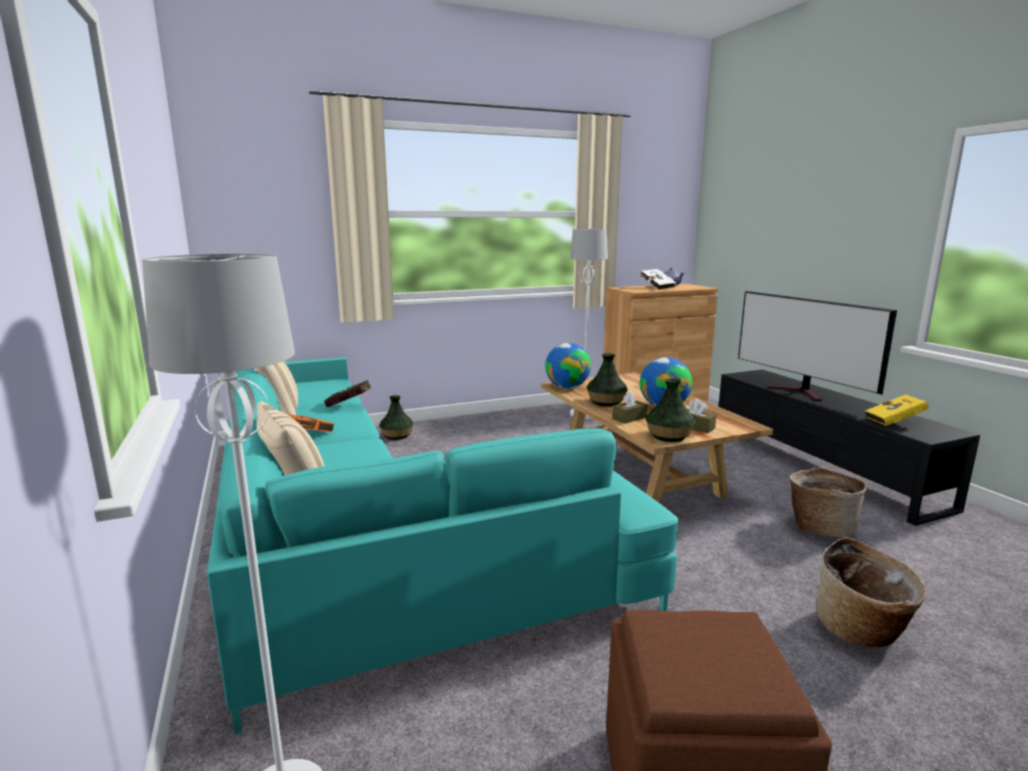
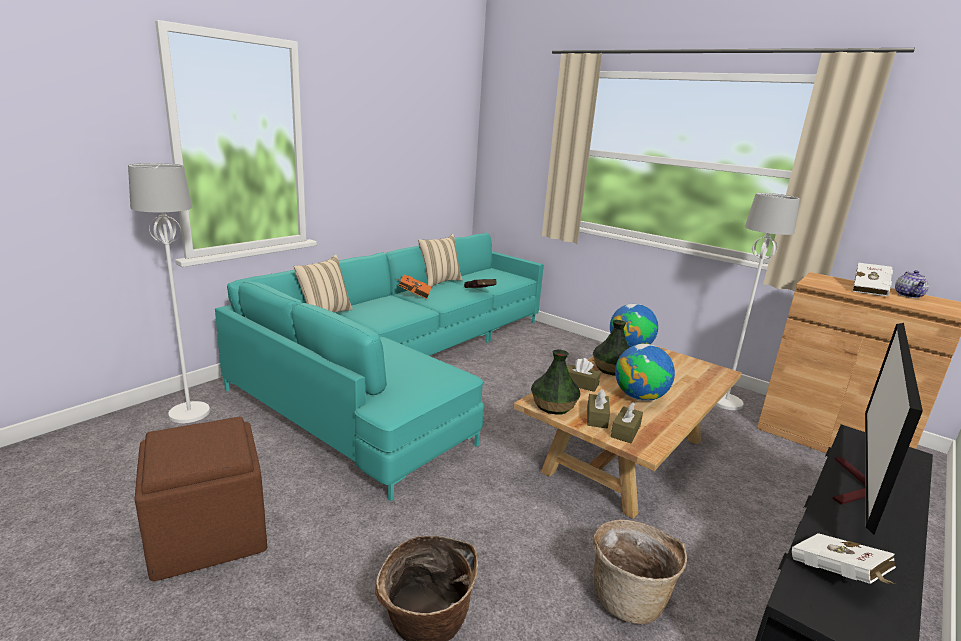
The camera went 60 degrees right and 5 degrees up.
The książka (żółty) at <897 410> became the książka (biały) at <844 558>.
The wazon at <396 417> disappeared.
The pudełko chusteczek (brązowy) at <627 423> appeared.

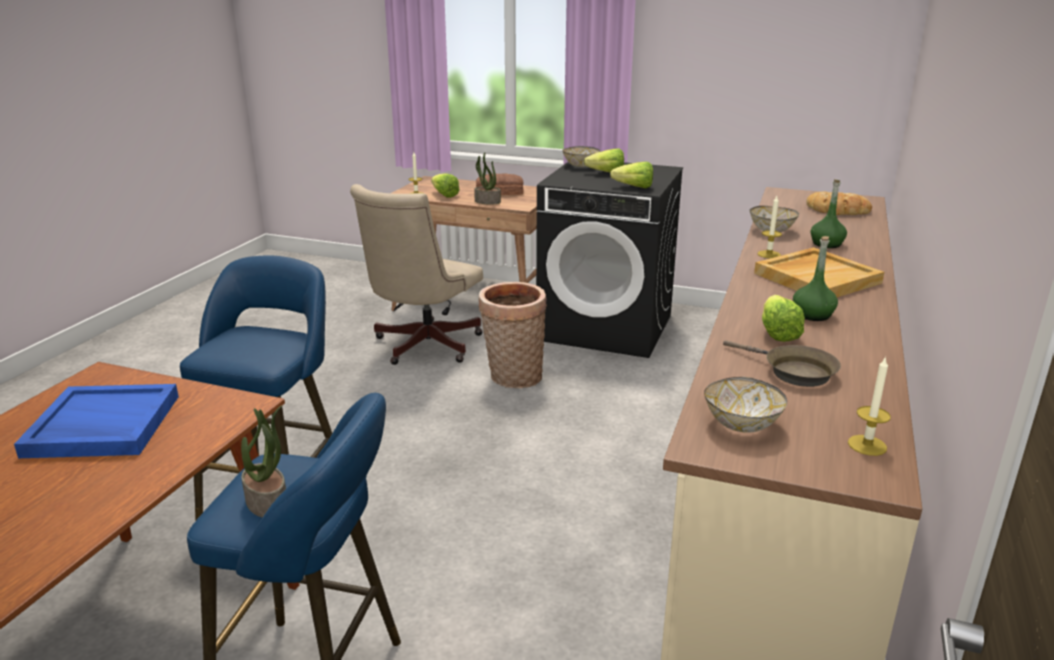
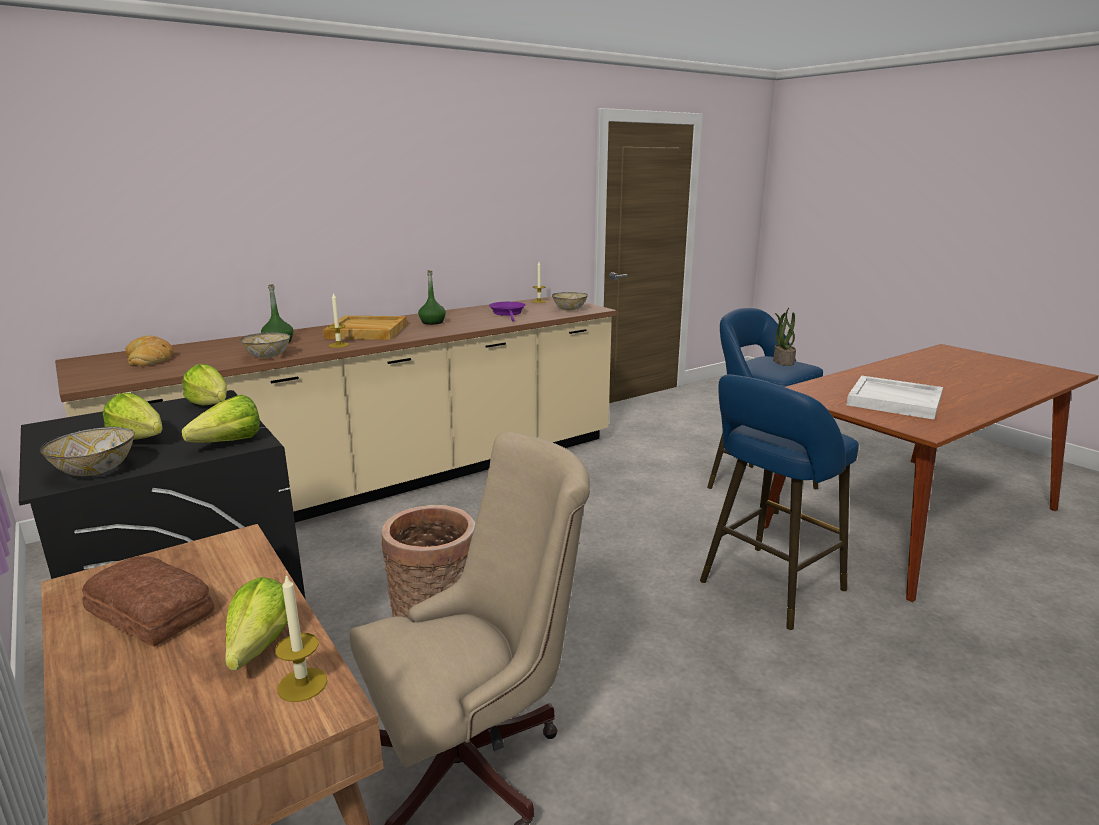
The camera went 145 degrees left and 5 degrees down.
The roślina doniczkowa at <487 179> disappeared.
The sałata moved from <783 318> to <221 419>.
The patelnia (brązowy) at <782 363> became the patelnia (fioletowy) at <507 312>.
The taca (niebieski) at <96 421> became the taca (biały) at <895 398>.

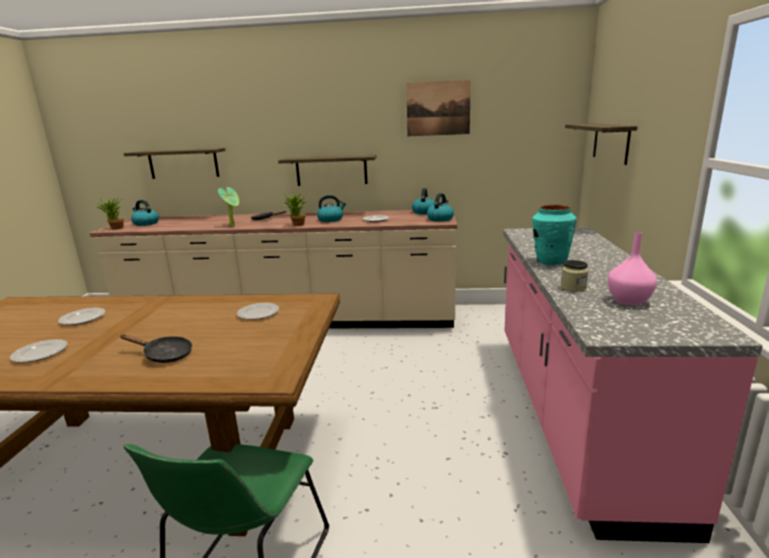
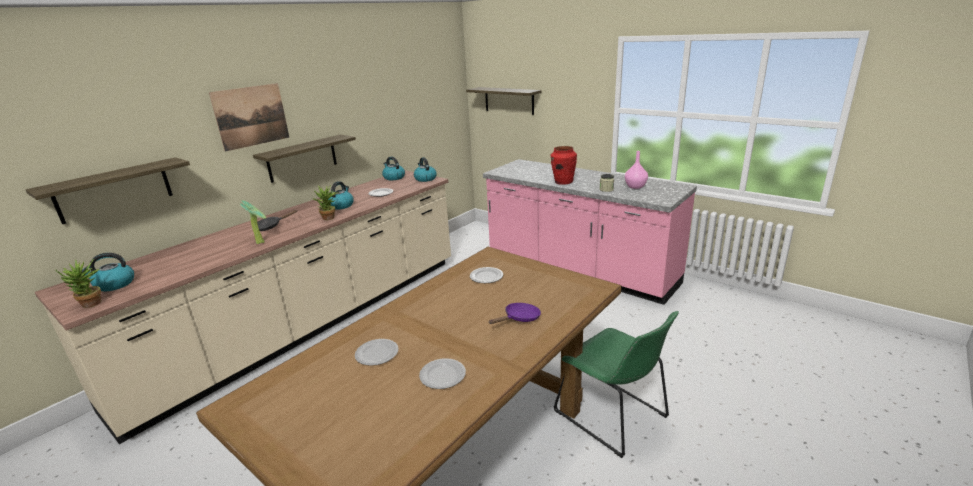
The camera went 55 degrees left and 5 degrees up.
The obraz moved from <438 108> to <249 117>.
The wazon (turkusowy) at <554 235> became the wazon (czerwony) at <564 165>.
The patelnia (czarny) at <156 348> became the patelnia (fioletowy) at <515 313>.

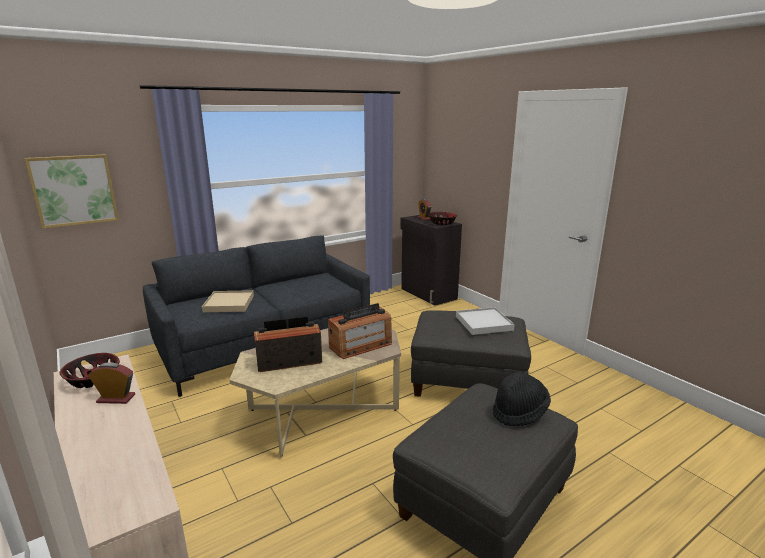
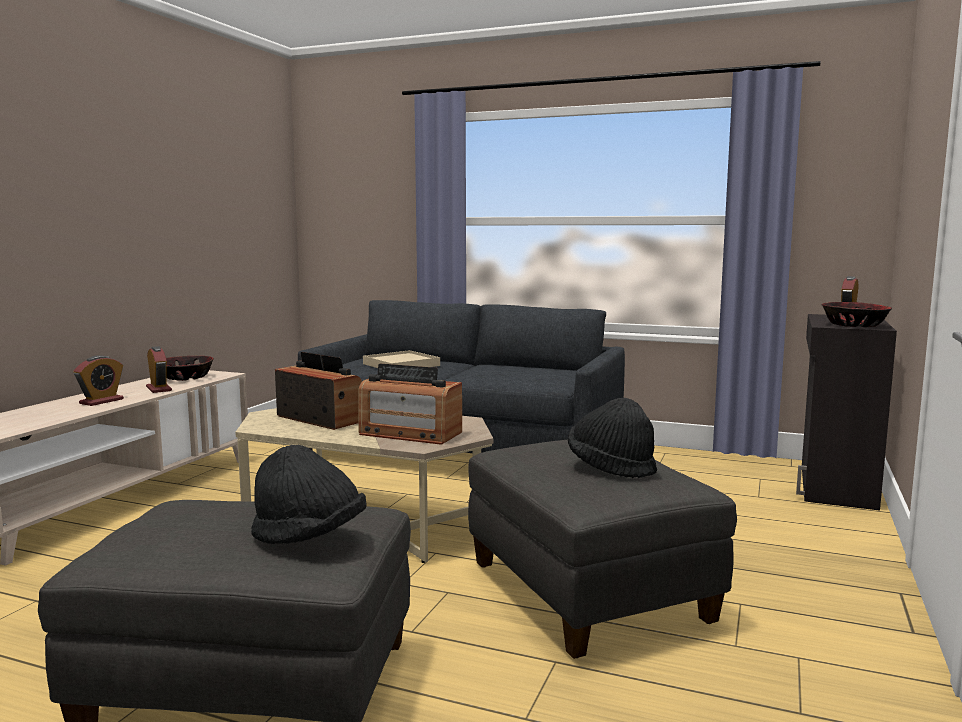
The camera went 55 degrees right and 10 degrees down.
The obraz at <72 191> disappeared.
The taca (biały) at <485 321> was replaced by the kapelusz (czarny) at <612 438>.
The budzik at <99 380> appeared.

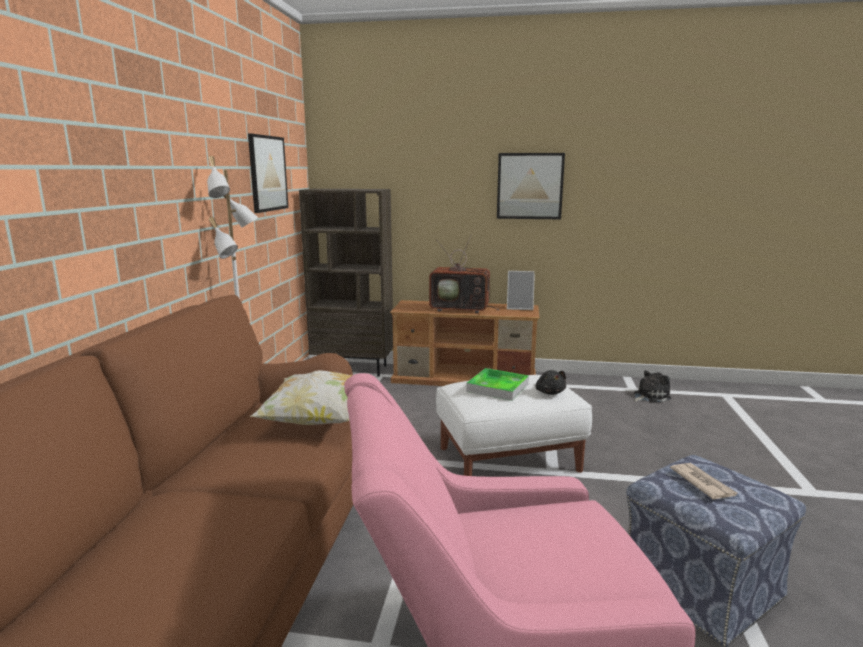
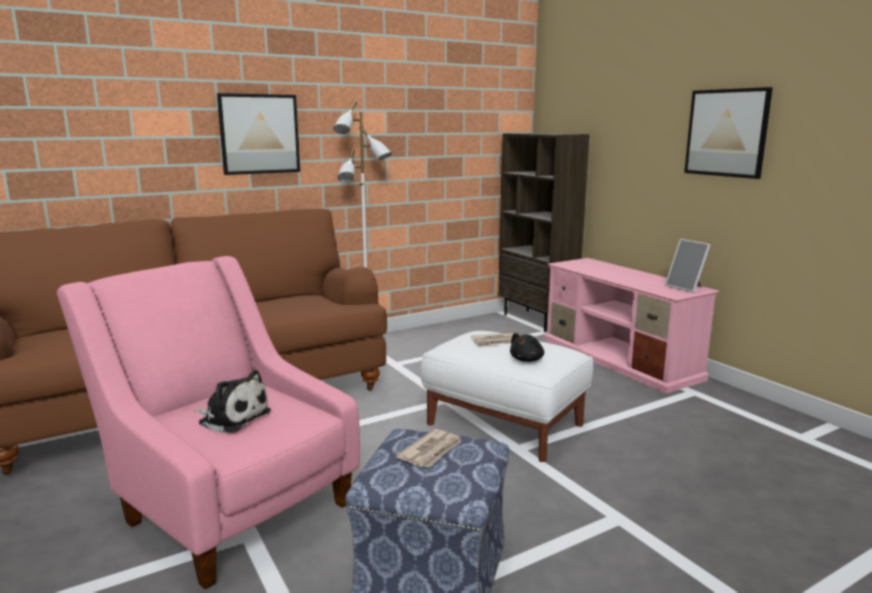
The camera went 50 degrees right and 0 degrees up.
The obraz moved from <268 173> to <258 134>.
The telewizor at <464 273> disappeared.
The szafka pod telewizor (brązowy) at <464 343> became the szafka pod telewizor (różowy) at <631 326>.
The taca at <497 384> was replaced by the gazeta at <492 339>.
The poduszka at <301 397> disappeared.
The pluszak moved from <652 386> to <233 401>.

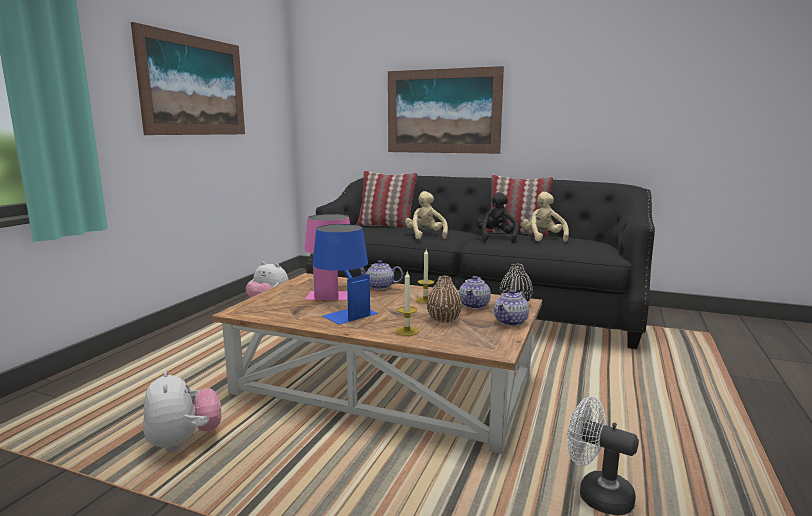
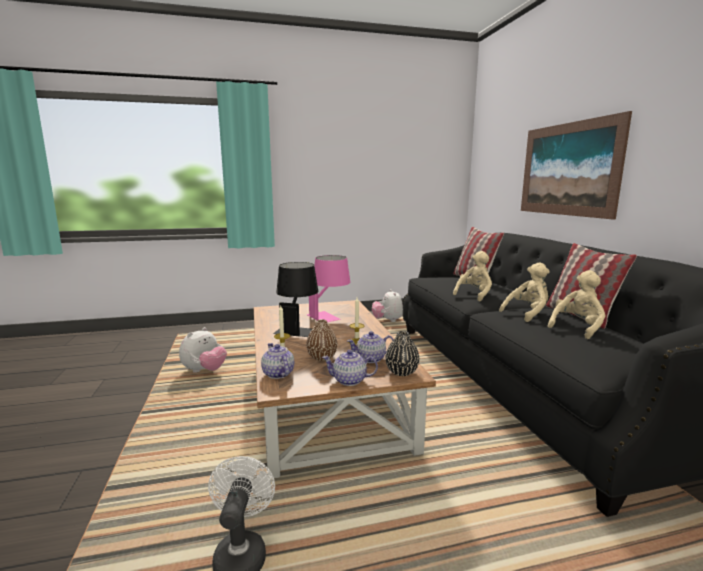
The camera went 55 degrees right and 0 degrees up.
The obraz at <188 78> disappeared.
The pluszak (czarny) at <498 217> became the pluszak (beżowy) at <524 292>.
The lampa stołowa (niebieski) at <345 274> became the lampa stołowa (czarny) at <295 299>.
The imbryk moved from <381 275> to <277 361>.

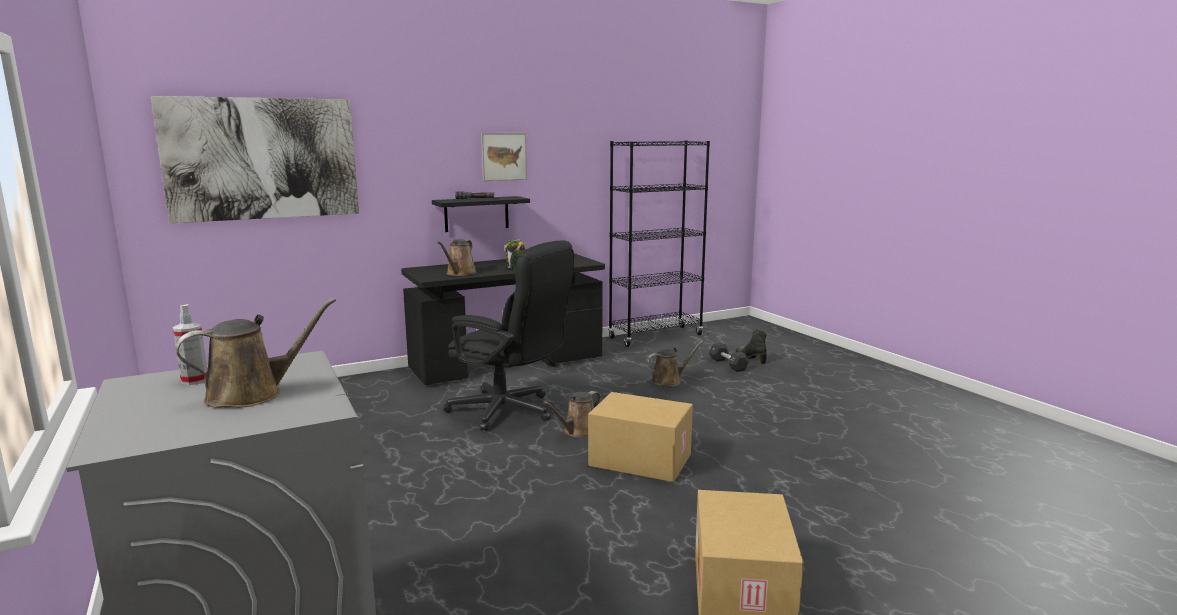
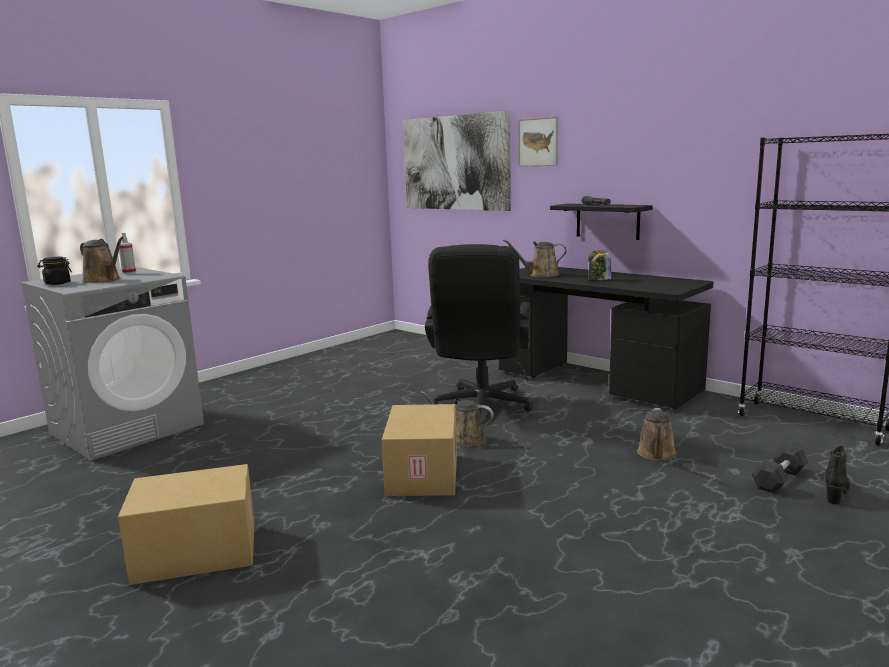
The camera went 70 degrees right and 0 degrees up.
The obraz moved from <504 157> to <538 141>.
The konewka (brązowy) at <674 363> turned 60 degrees clockwise.
The słoik (czarny) at <54 271> appeared.

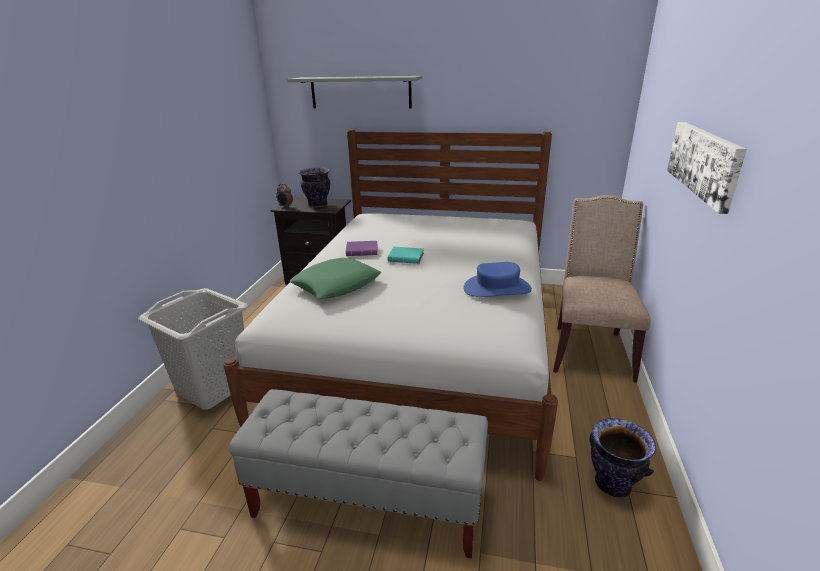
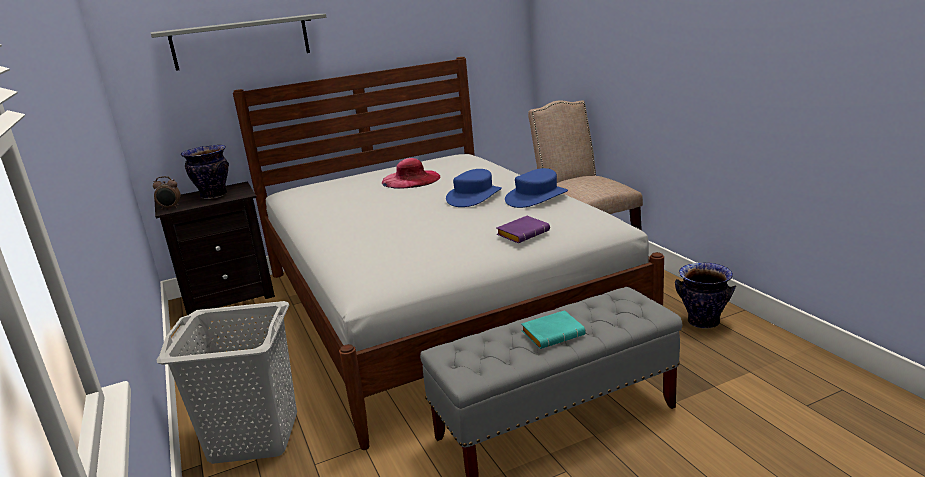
The camera went 35 degrees left and 5 degrees down.
The obraz at <707 168> disappeared.
The książka (fioletowy) moved from <361 248> to <523 229>.
The książka (turkusowy) moved from <406 255> to <553 329>.
The poduszka (zielony) at <335 278> disappeared.
The kapelusz (różowy) at <411 173> appeared.
The kapelusz (niebieski) at <474 188> appeared.

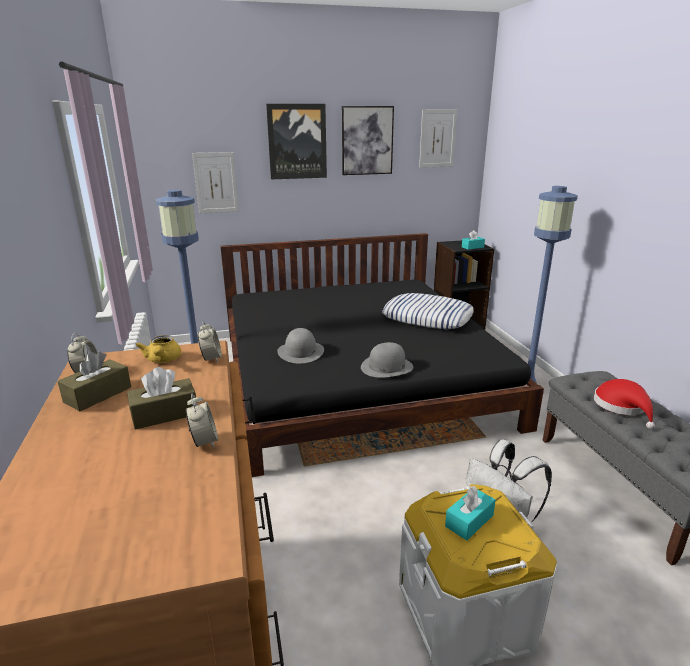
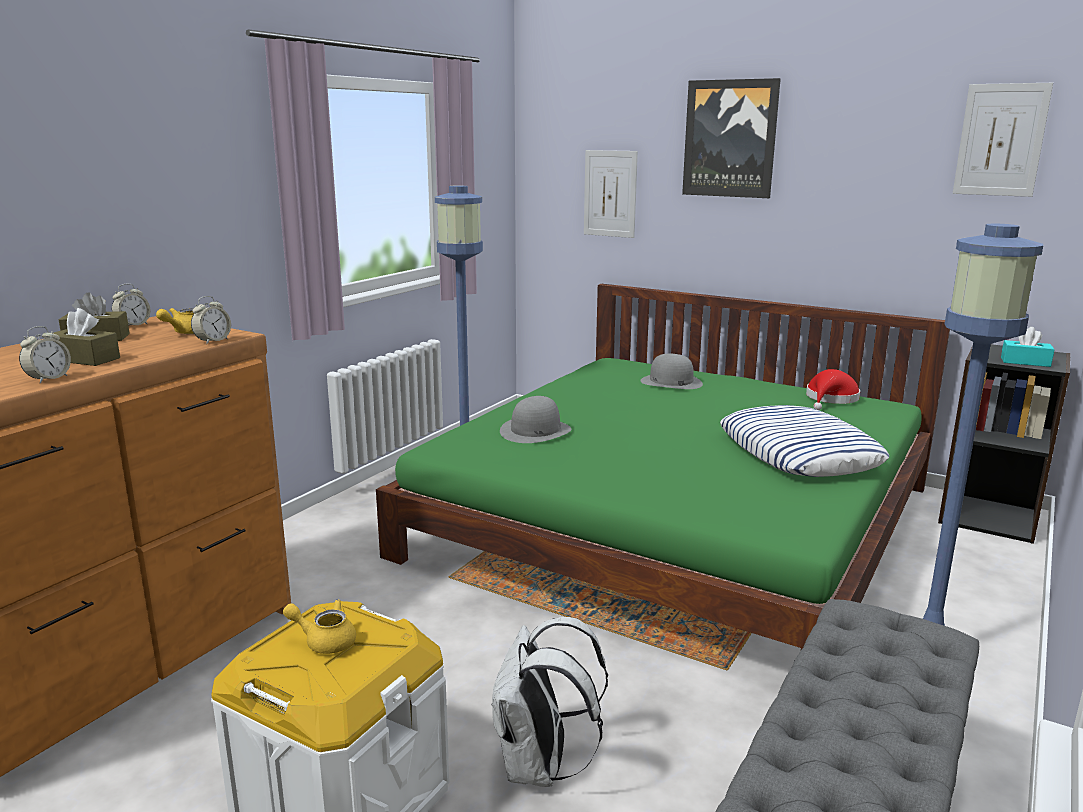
The camera went 45 degrees right and 5 degrees down.
The obraz at <368 140> disappeared.
The łóżko (czarny) at <382 355> became the łóżko (zielony) at <663 467>.
The kapelusz (szary) moved from <387 360> to <671 371>.
The kapelusz (czerwony) moved from <624 404> to <833 389>.
The pudełko chusteczek (turkusowy) at <470 513> was replaced by the imbryk (żółty) at <319 627>.

